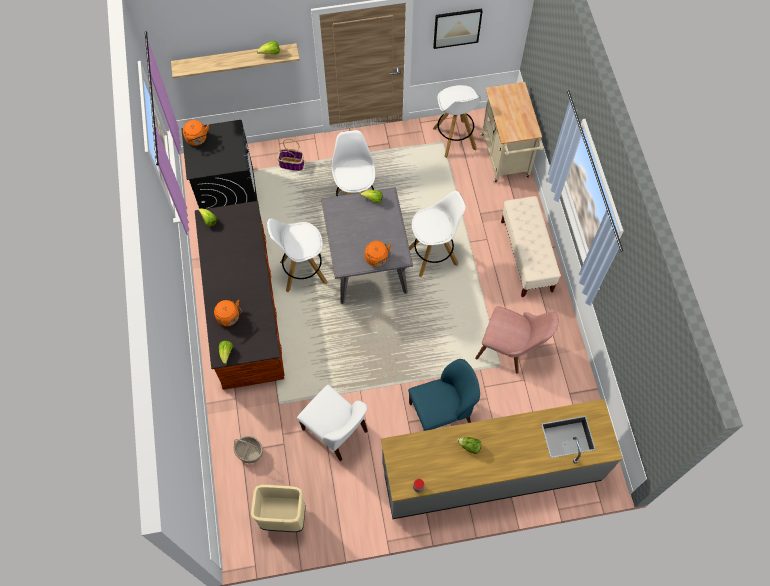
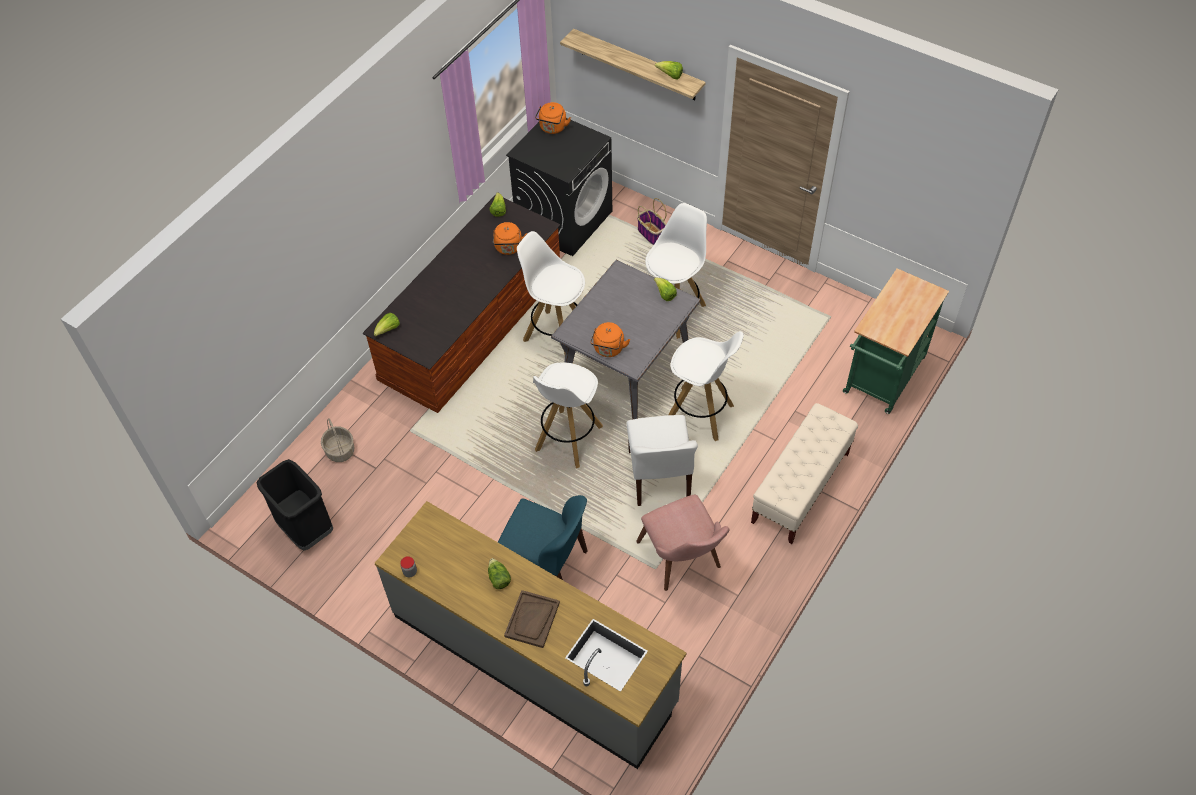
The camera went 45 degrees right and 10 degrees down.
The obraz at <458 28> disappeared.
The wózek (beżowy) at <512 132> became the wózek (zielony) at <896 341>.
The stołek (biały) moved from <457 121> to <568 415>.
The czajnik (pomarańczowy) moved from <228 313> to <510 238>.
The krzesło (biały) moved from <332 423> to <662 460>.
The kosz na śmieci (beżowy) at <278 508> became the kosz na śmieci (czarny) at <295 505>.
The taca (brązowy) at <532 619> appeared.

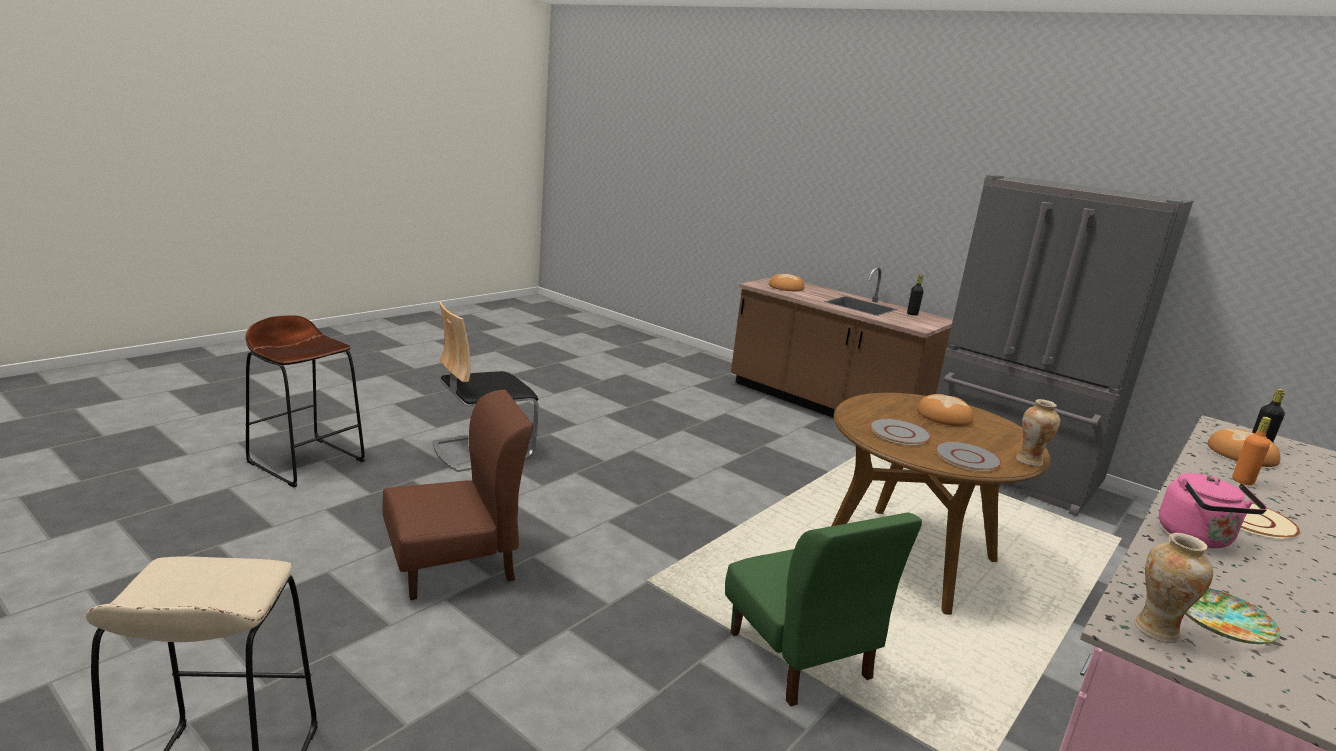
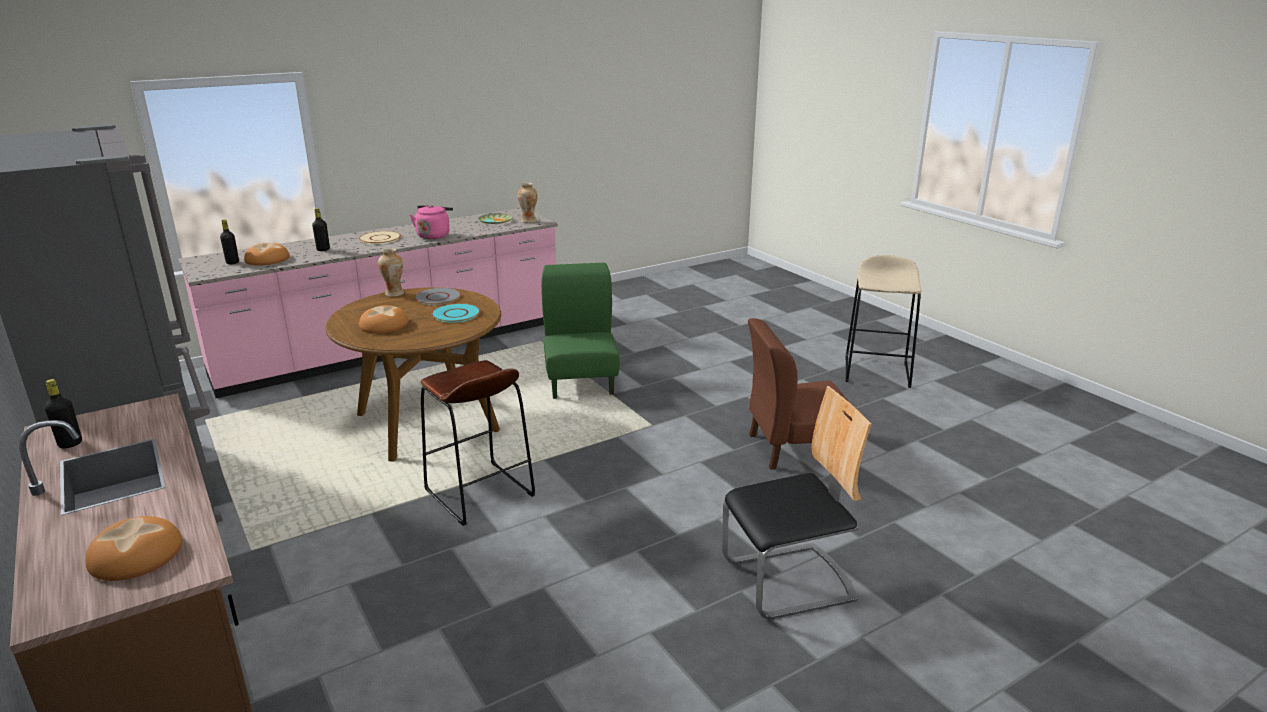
The camera went 160 degrees left and 5 degrees up.
The stołek (brązowy) moved from <305 401> to <478 443>.
The butelka (pomarańczowy) at <1251 451> became the butelka (czarny) at <321 229>.
The talerz (szary) at <900 431> became the talerz (turkusowy) at <455 313>.

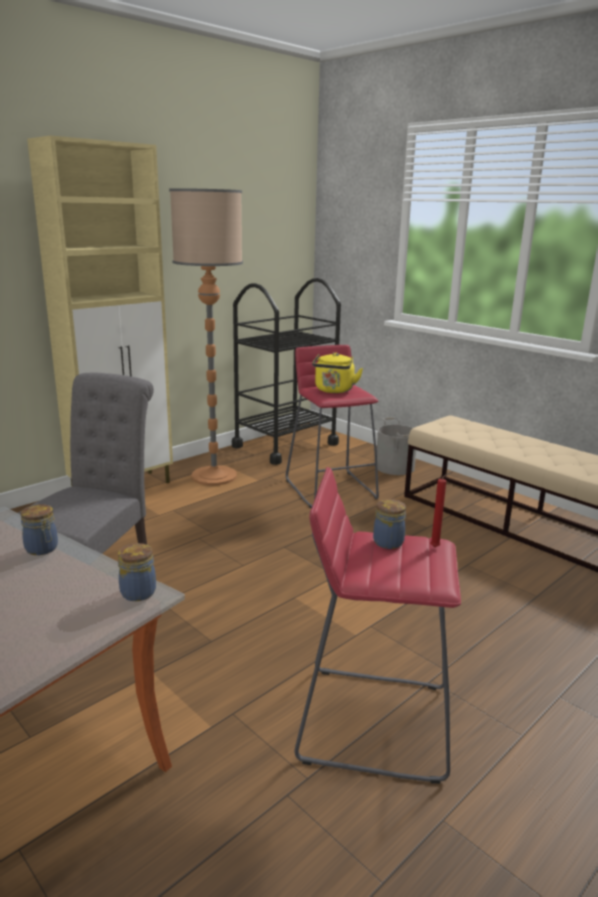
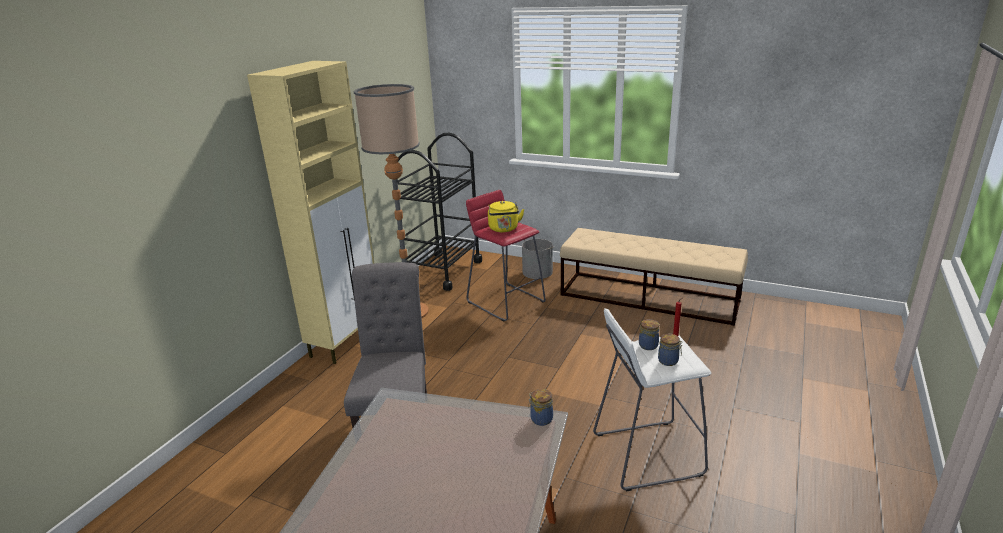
The camera went 20 degrees left and 5 degrees up.
The stołek (czerwony) at <378 625> became the stołek (biały) at <652 399>.
The słoik moved from <39 529> to <670 350>.

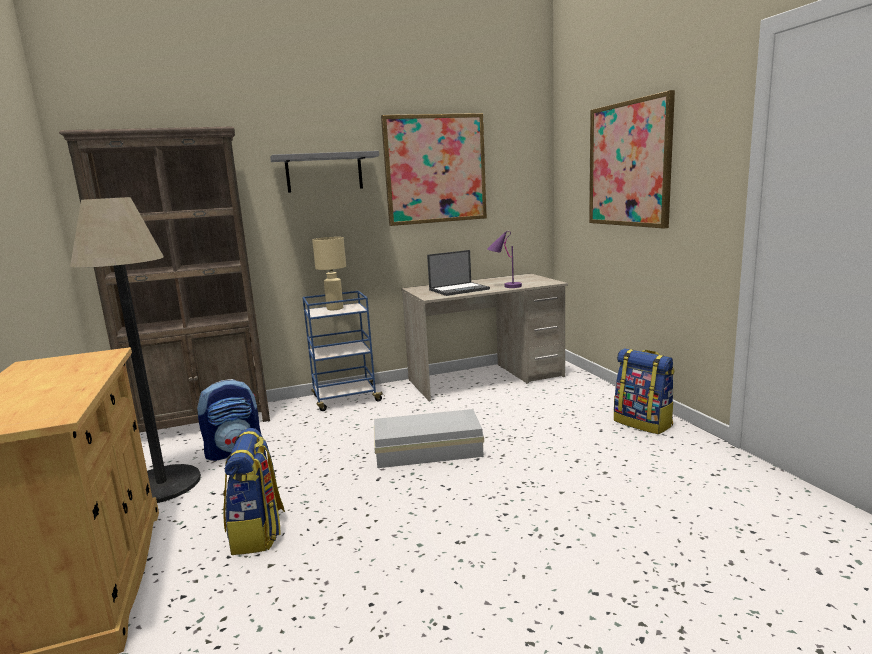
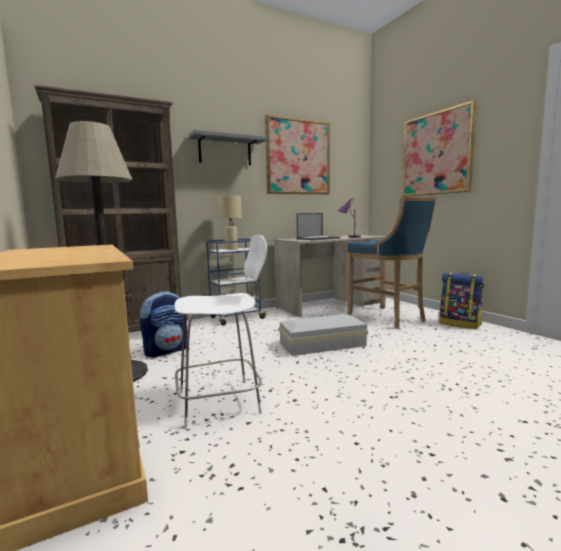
The camera went 10 degrees left and 5 degrees down.
The plecak at <254 491> was replaced by the krzesło (biały) at <221 331>.
The stołek (niebieski) at <391 263> appeared.

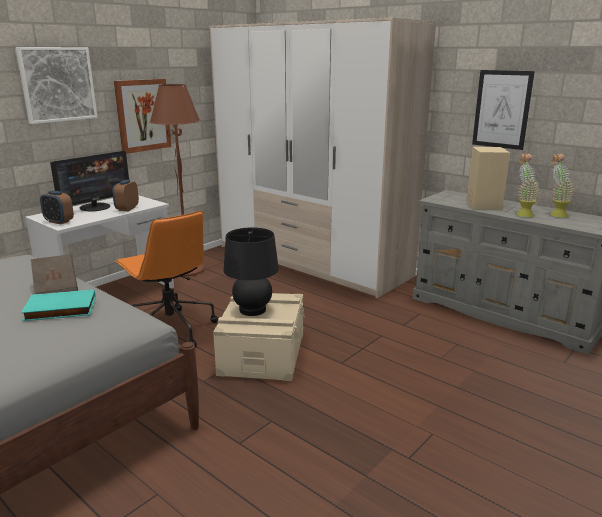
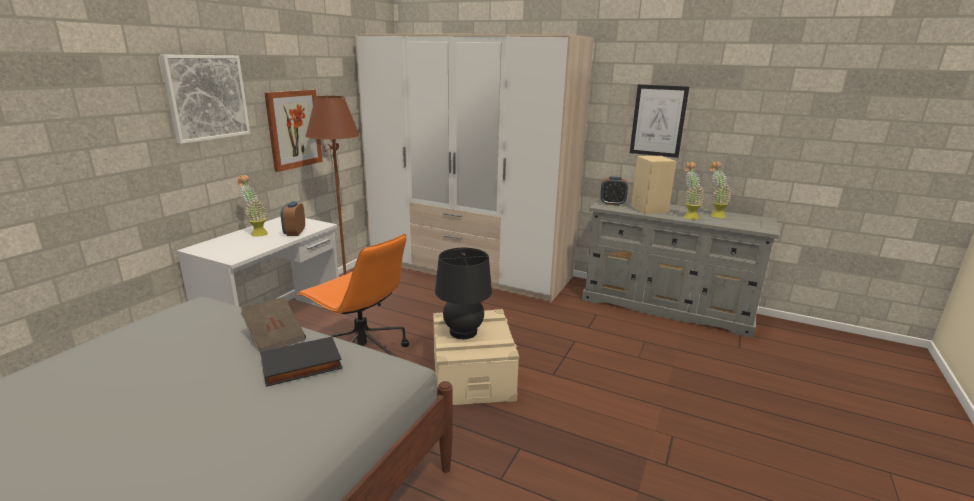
The camera went 15 degrees left and 0 degrees up.
The monitor at <89 181> was replaced by the roślina doniczkowa at <252 206>.
The budzik moved from <57 207> to <614 191>.
The książka (turkusowy) at <58 305> became the książka (czarny) at <301 362>.

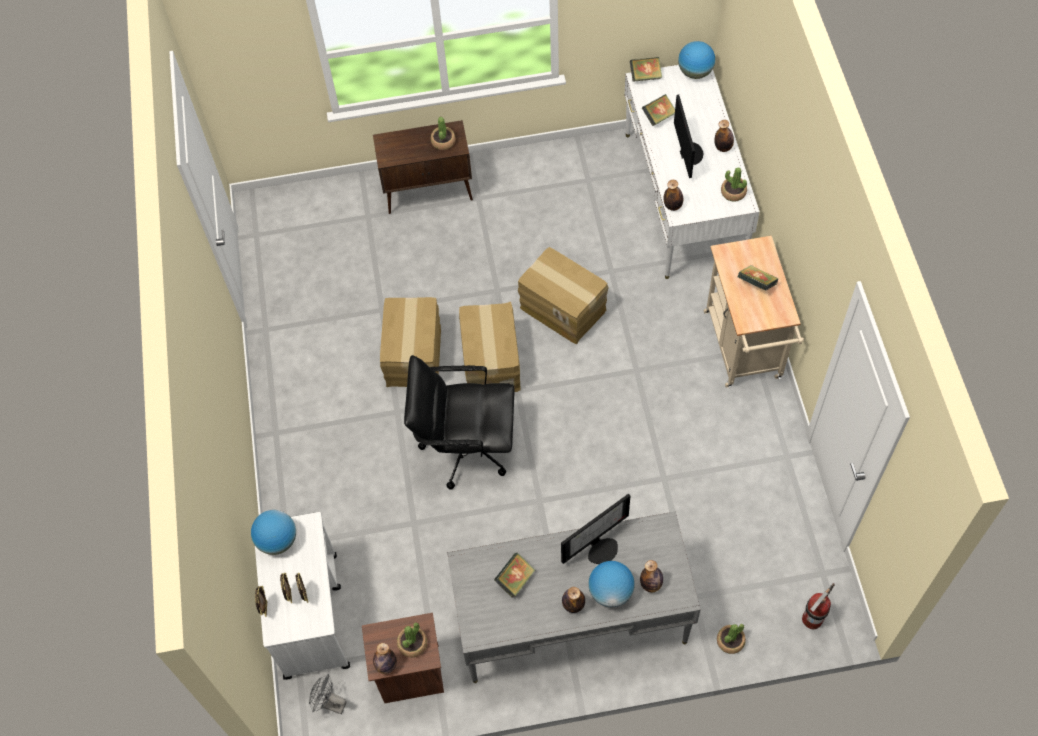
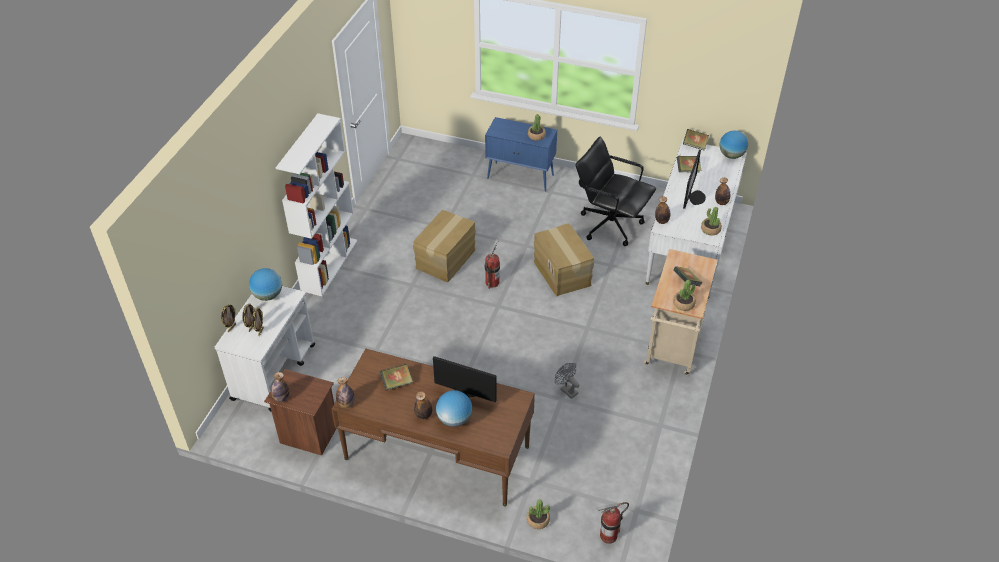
The camera went 25 degrees right and 15 degrees down.
The szafka (brązowy) at <423 167> became the szafka (niebieski) at <521 154>.
The karton at <490 347> was replaced by the gaśnica at <492 264>.
The krzesło biurowe (czarny) moved from <459 422> to <616 191>.
The monitor at <595 529> turned 150 degrees counterclockwise.
The biurko (szary) at <574 597> became the biurko (brązowy) at <433 428>.
The butelka moved from <651 576> to <345 392>.
The roślina doniczkowa moved from <412 639> to <684 295>.
The wentylator (szary) moved from <328 694> to <567 381>.
The regał (biały) at <316 204> appeared.

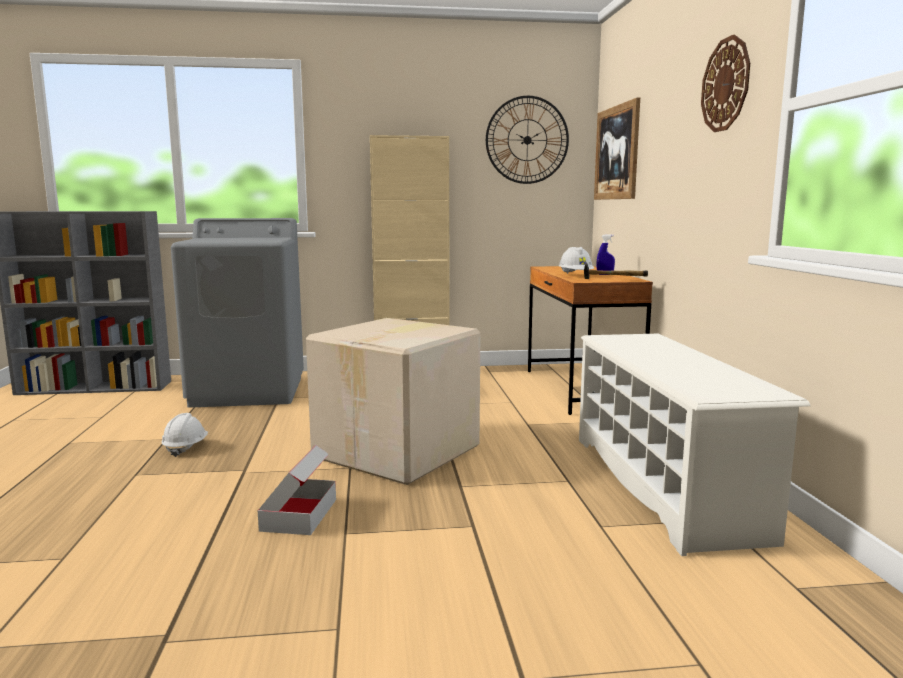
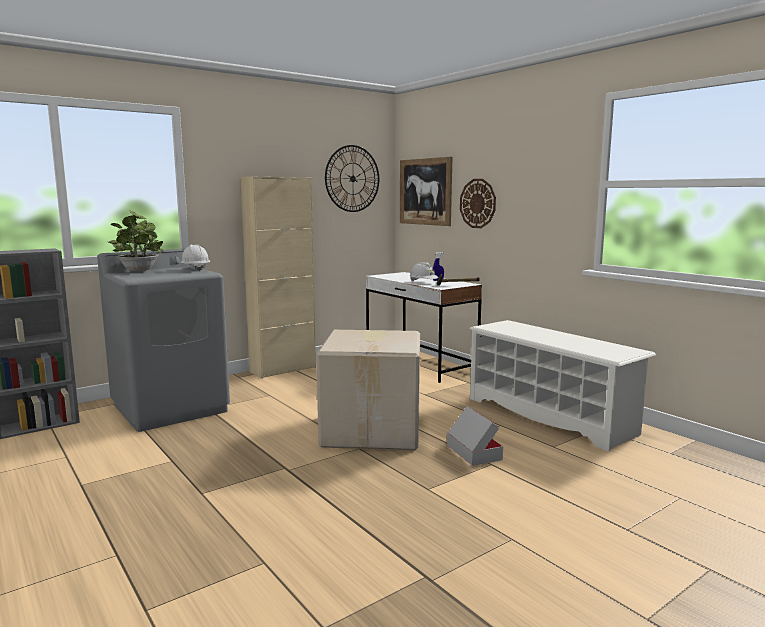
The camera went 30 degrees left and 0 degrees up.
The zegar ścienny moved from <725 83> to <478 203>.
The biurko (brązowy) at <590 340> became the biurko (biały) at <424 327>.
The kask (biały) moved from <184 435> to <195 257>.
The karton moved from <297 490> to <475 436>.
The roślina doniczkowa at <136 240> appeared.

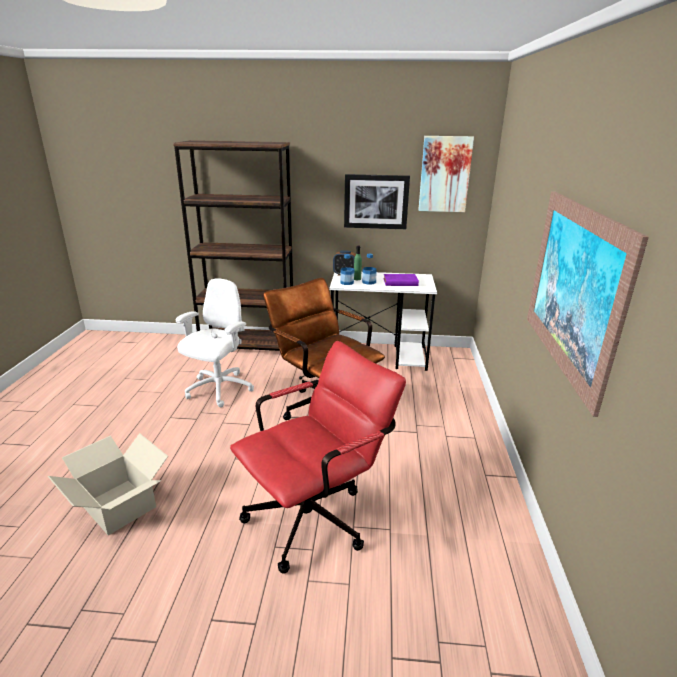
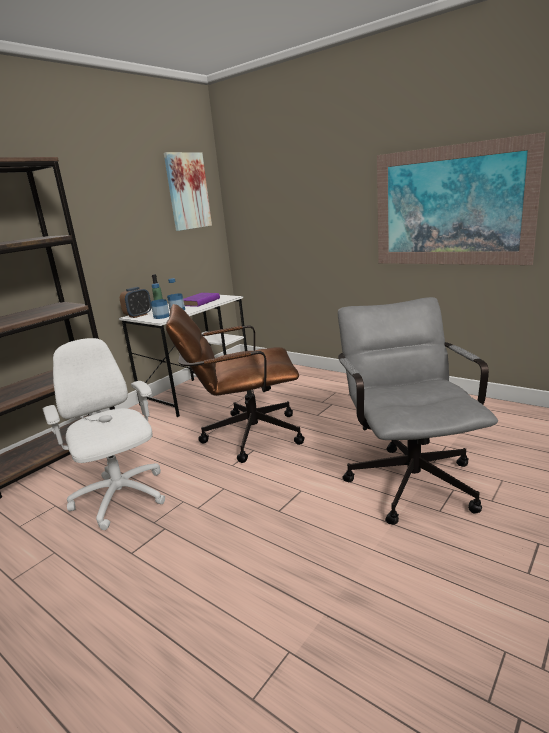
The camera went 55 degrees left and 5 degrees down.
The obraz at <377 201> disappeared.
The krzesło biurowe (czerwony) at <318 457> became the krzesło biurowe (szary) at <418 411>.
The karton at <108 484> disappeared.

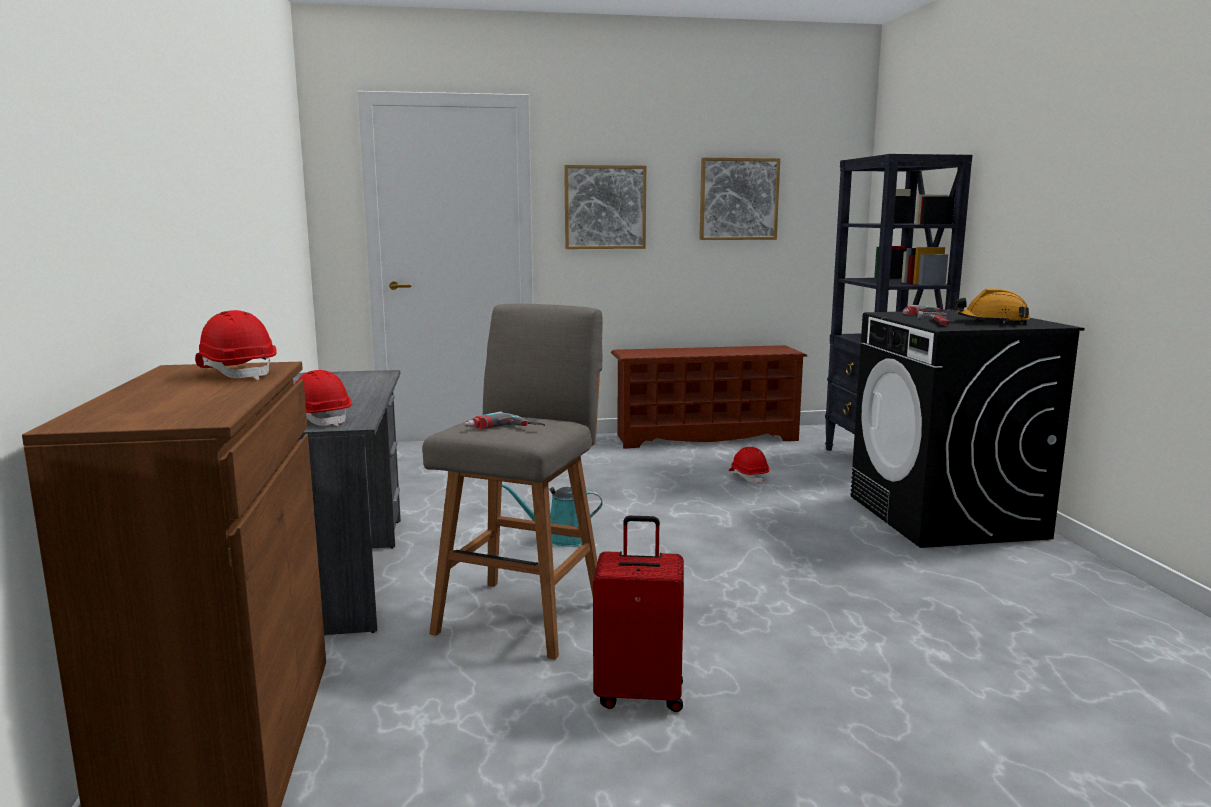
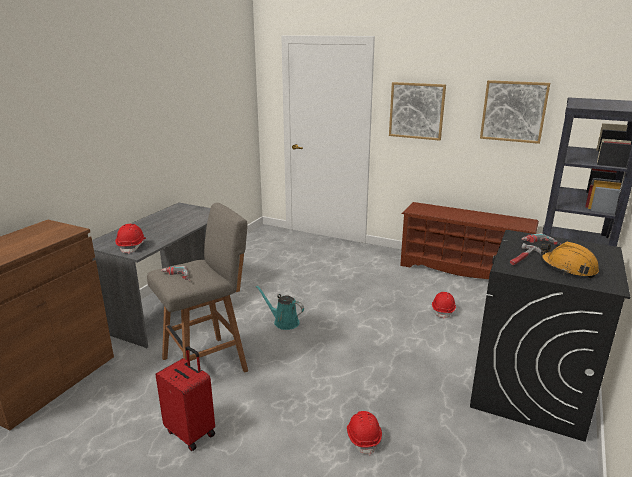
The camera went 35 degrees right and 10 degrees up.
The kask (czerwony) moved from <236 345> to <364 433>.

